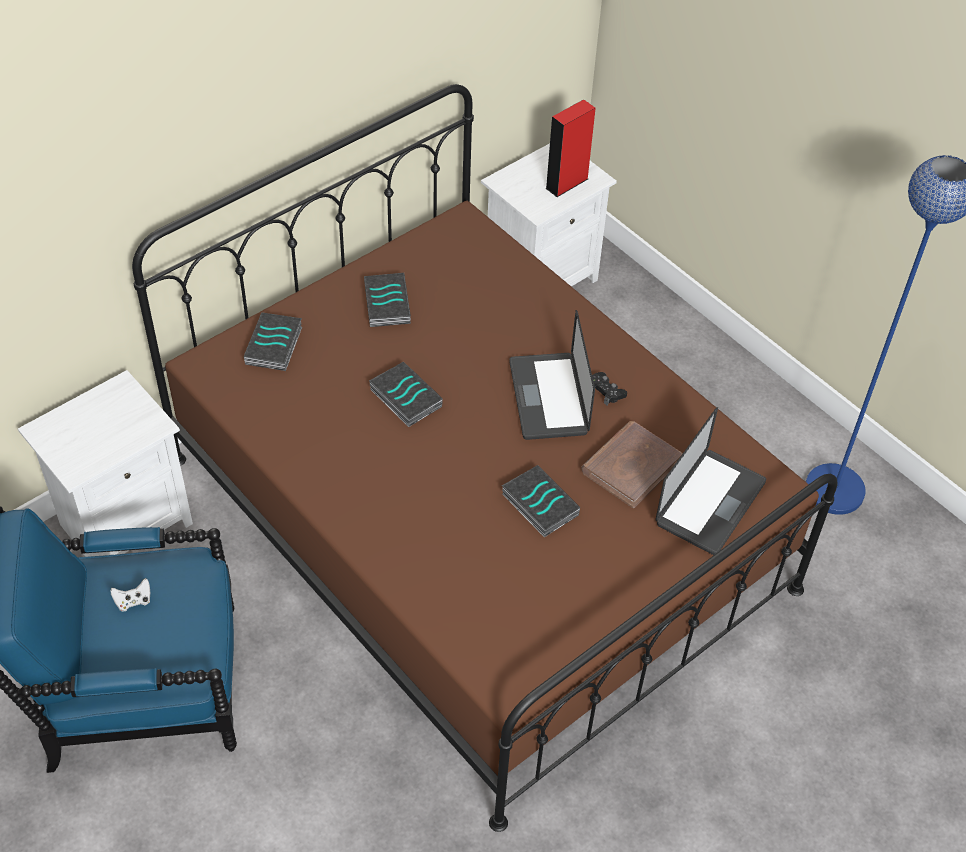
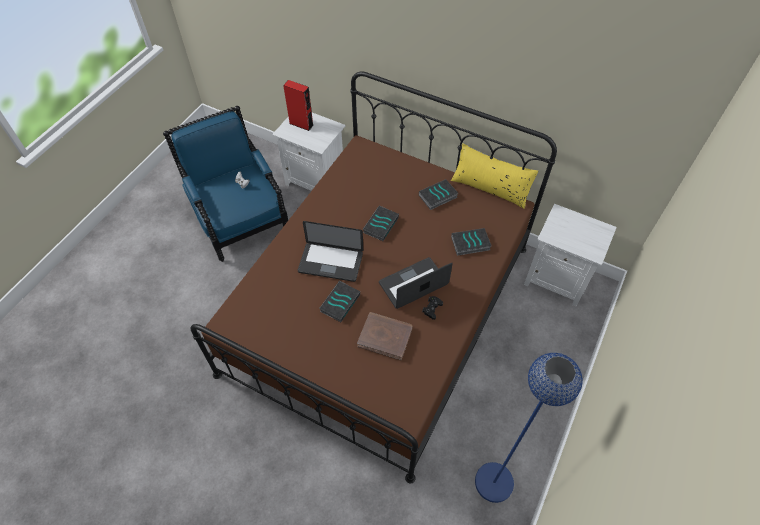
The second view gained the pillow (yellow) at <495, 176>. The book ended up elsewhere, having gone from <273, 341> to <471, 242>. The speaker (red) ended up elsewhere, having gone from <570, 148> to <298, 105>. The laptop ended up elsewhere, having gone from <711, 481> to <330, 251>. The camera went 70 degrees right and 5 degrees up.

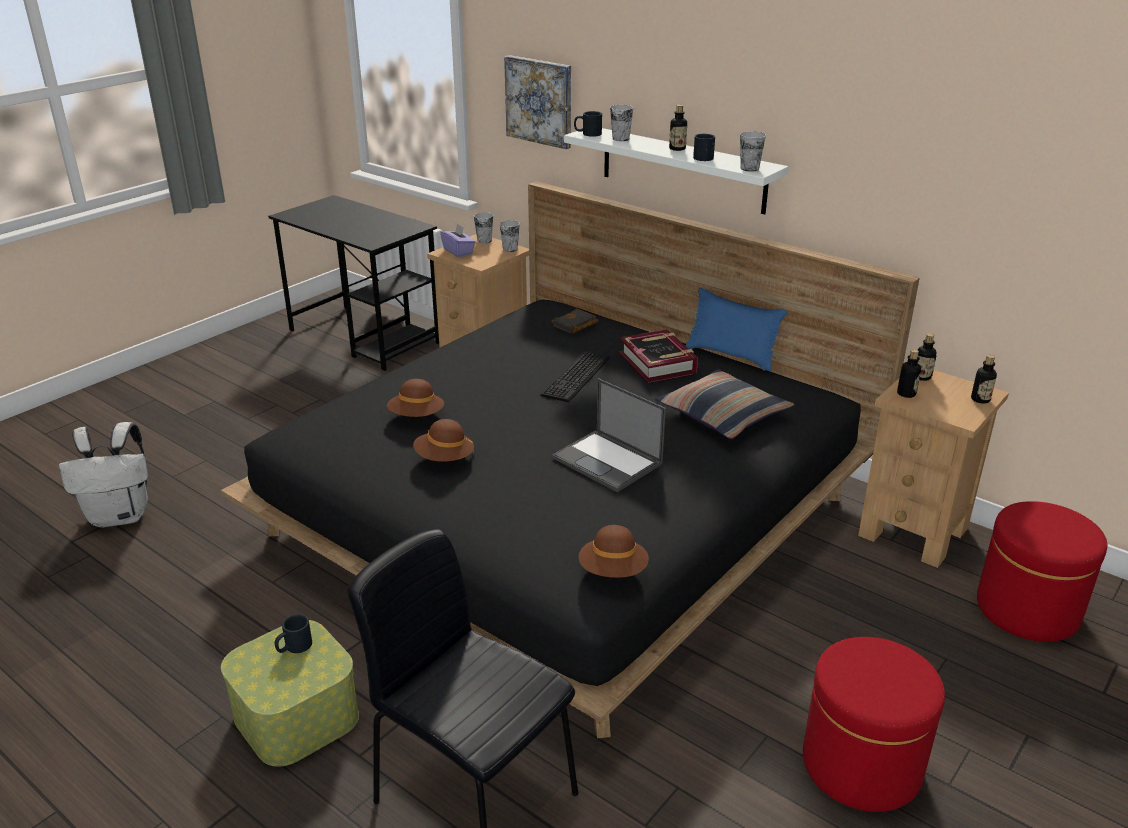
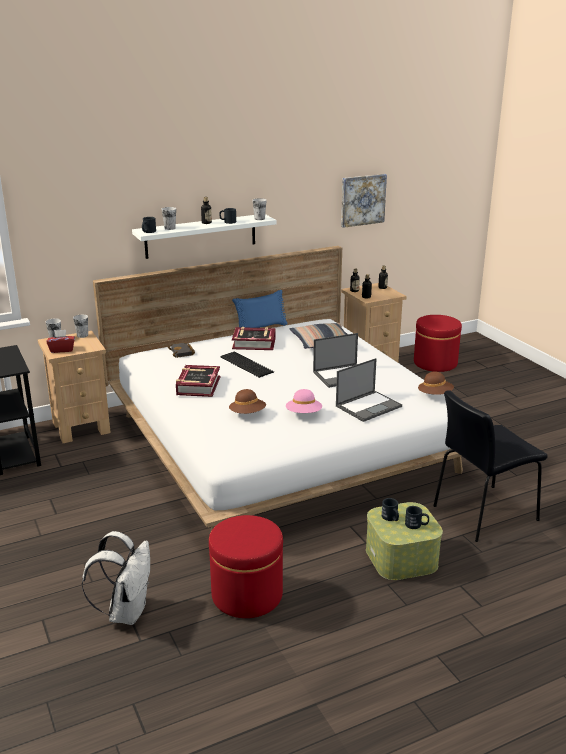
The second view gained the book at <198, 381>. The second view gained the laptop at <369, 390>. The second view gained the mug (black) at <417, 517>. The picture ended up elsewhere, having gone from <537, 102> to <364, 201>. The ottoman (red) ended up elsewhere, having gone from <874, 724> to <246, 566>. What was the bed (black) at <570, 459> turned into the bed (white) at <278, 388>. What was the hat (brown) at <443, 440> turned into the hat (pink) at <304, 401>. What was the tissue box (purple) at <457, 240> turned into the tissue box (red) at <60, 341>. The camera went 65 degrees left and 5 degrees down.

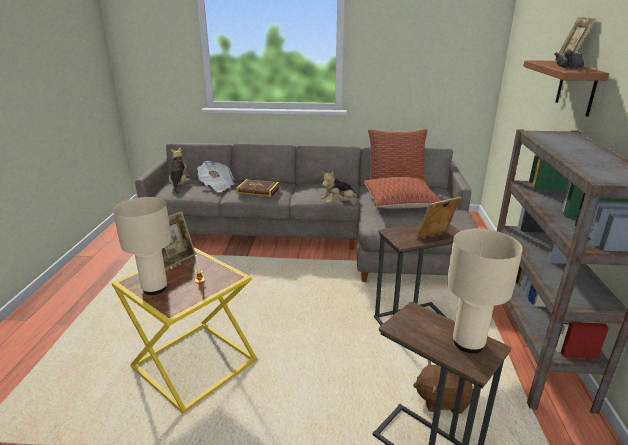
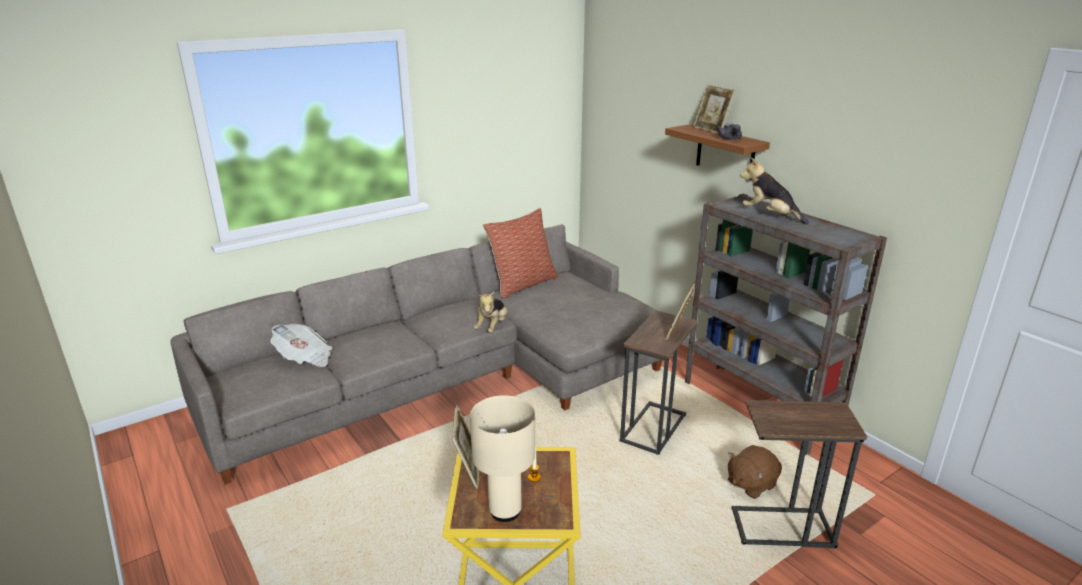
The second view lost the book at <258, 188>. The second view lost the pillow at <403, 192>. The second view lost the table lamp (beige) at <485, 291>. The plush toy ended up elsewhere, having gone from <179, 171> to <774, 191>. The camera went 40 degrees left and 0 degrees up.

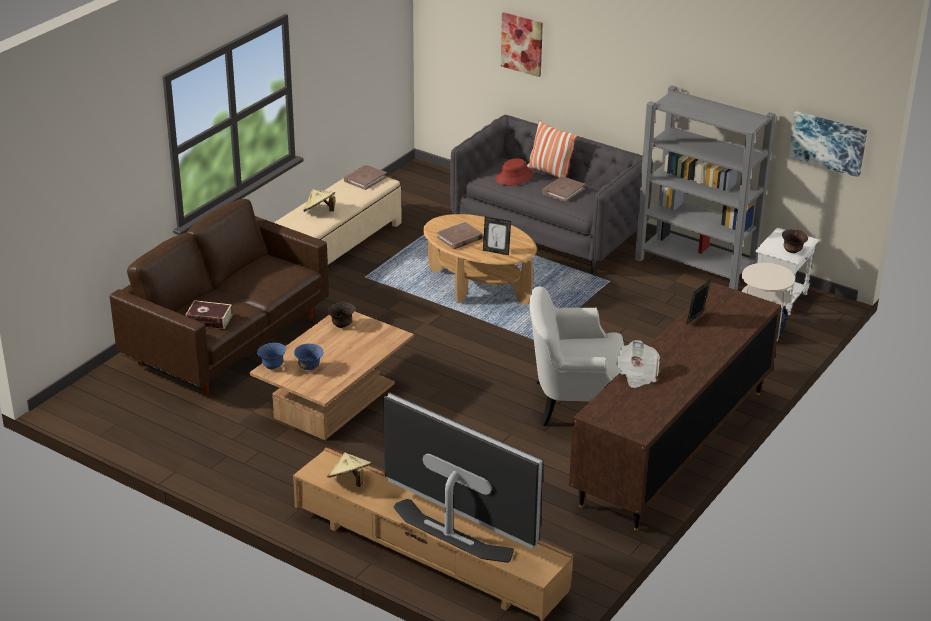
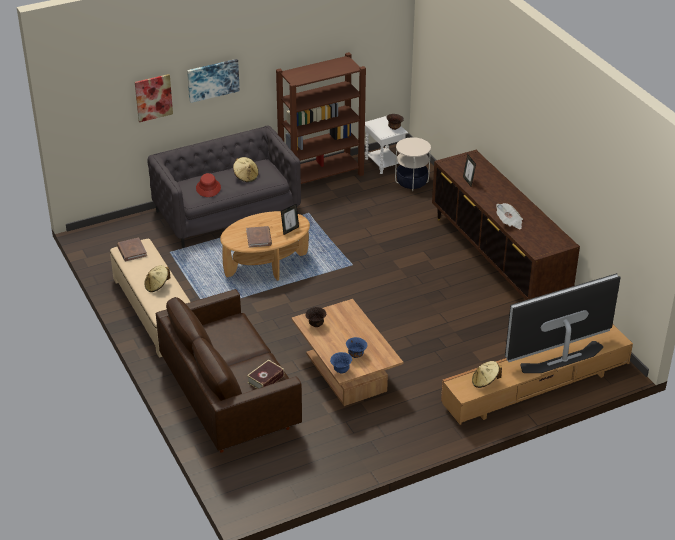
The second view lost the pillow at <552, 149>. The second view lost the armchair (white) at <576, 356>. The picture ended up elsewhere, having gone from <828, 144> to <213, 81>. Where the book (brown) stood at <563, 189>, the hat (beige) came to stand at <246, 169>. What was the bookcase (grey) at <705, 187> turned into the bookcase (brown) at <321, 118>. The camera went 60 degrees left and 5 degrees up.

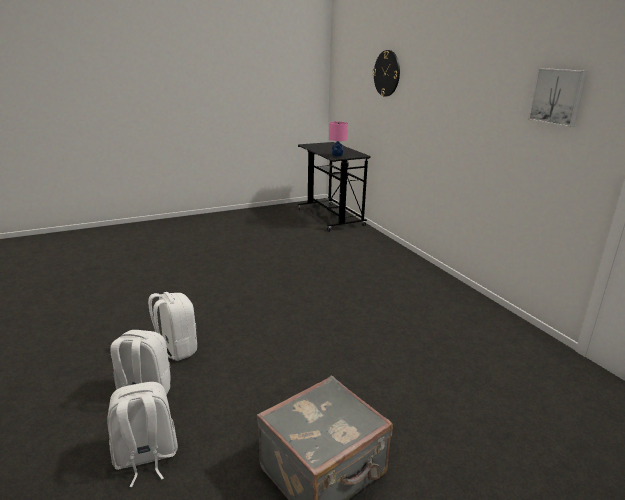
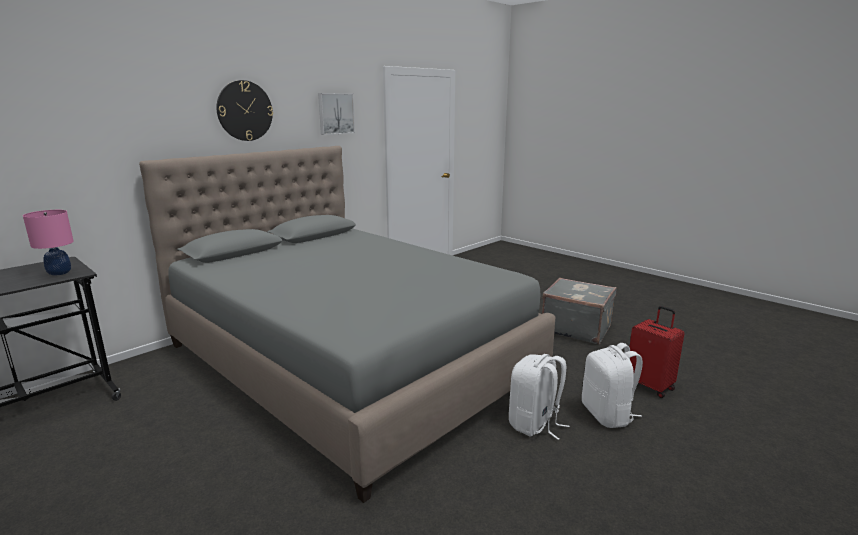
The second view gained the bed (grey) at <347, 324>. The wall clock ended up elsewhere, having gone from <386, 73> to <244, 110>. Where the backpack (white) stood at <142, 434>, the suitcase (red) came to stand at <656, 352>. The camera went 110 degrees left and 5 degrees down.

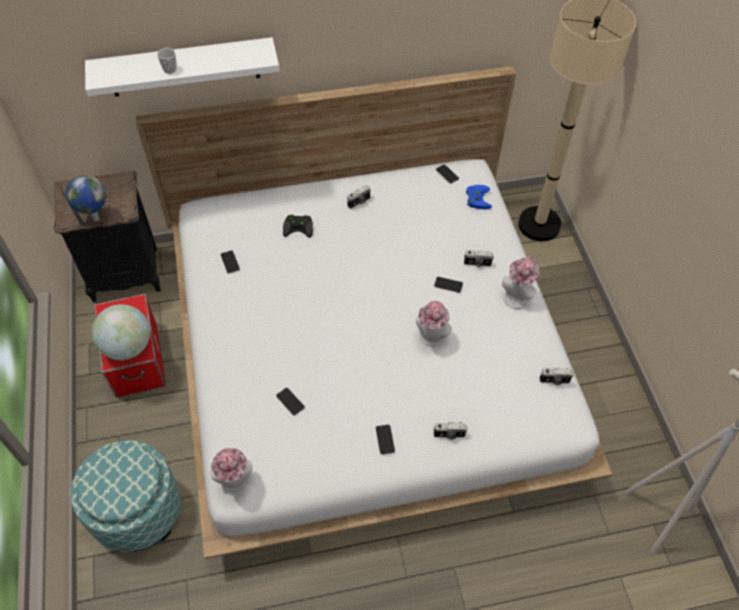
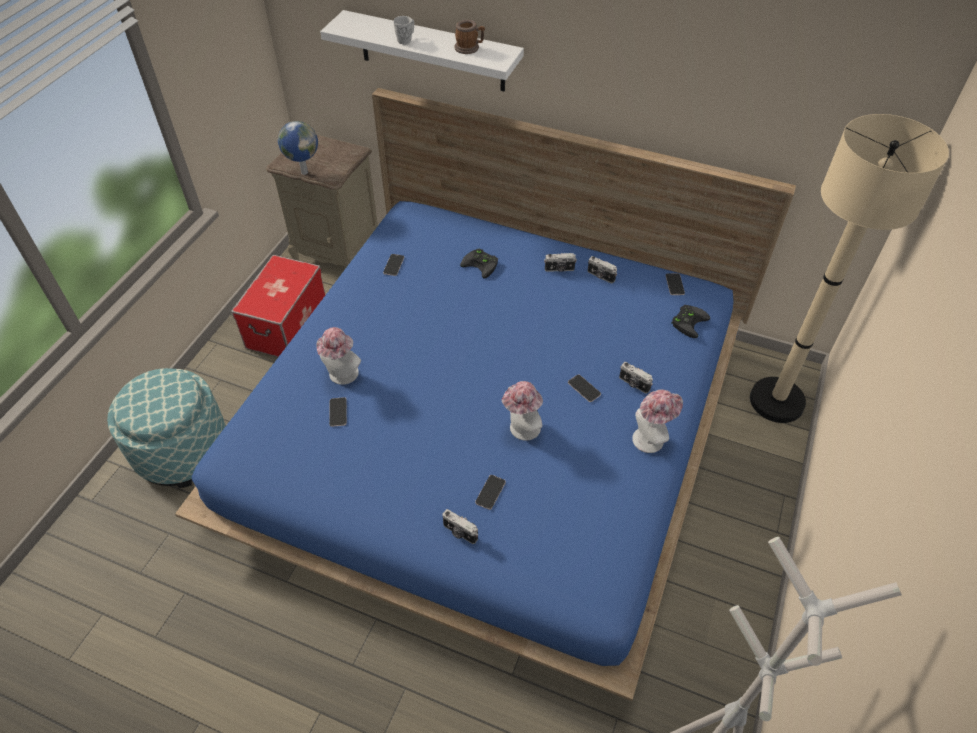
The second view lost the globe at <121, 332>. The second view gained the mug at <470, 37>. The hat ended up elsewhere, having gone from <231, 470> to <338, 356>. The phone ended up elsewhere, having gone from <385, 439> to <490, 492>. The photo camera ended up elsewhere, having gone from <557, 376> to <602, 270>. What was the nightstand (black) at <107, 236> turned into the nightstand (beige) at <322, 201>. What was the bed (white) at <374, 312> turned into the bed (blue) at <485, 394>. What was the game controller (blue) at <479, 197> turned into the game controller (black) at <690, 321>. The camera went 35 degrees right and 5 degrees down.

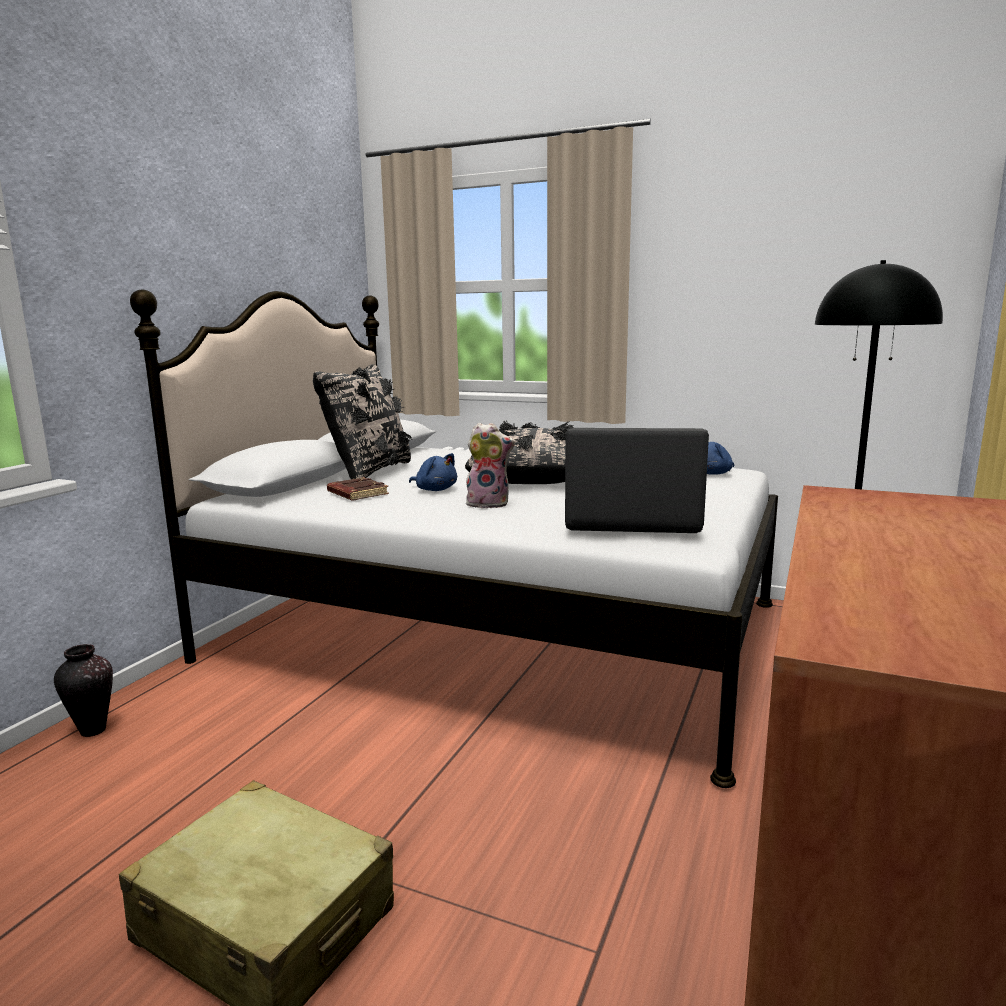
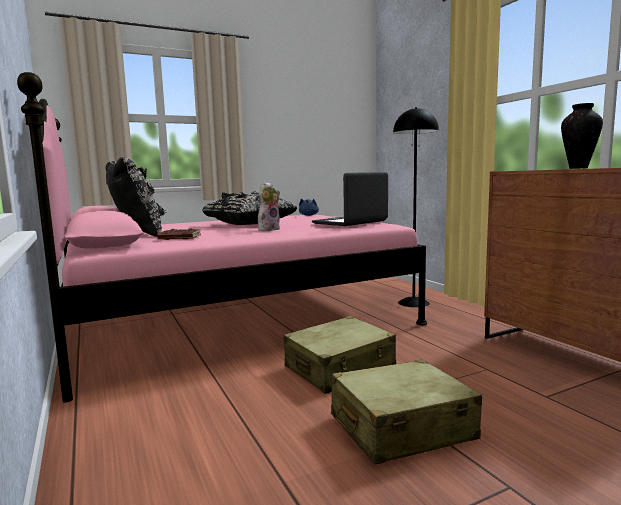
The second view lost the plush toy (blue) at <433, 472>. The second view gained the suitcase (beige) at <339, 355>. The vase ended up elsewhere, having gone from <83, 690> to <582, 136>. What was the bed (white) at <454, 539> turned into the bed (pink) at <222, 237>. The camera went 50 degrees left and 5 degrees down.

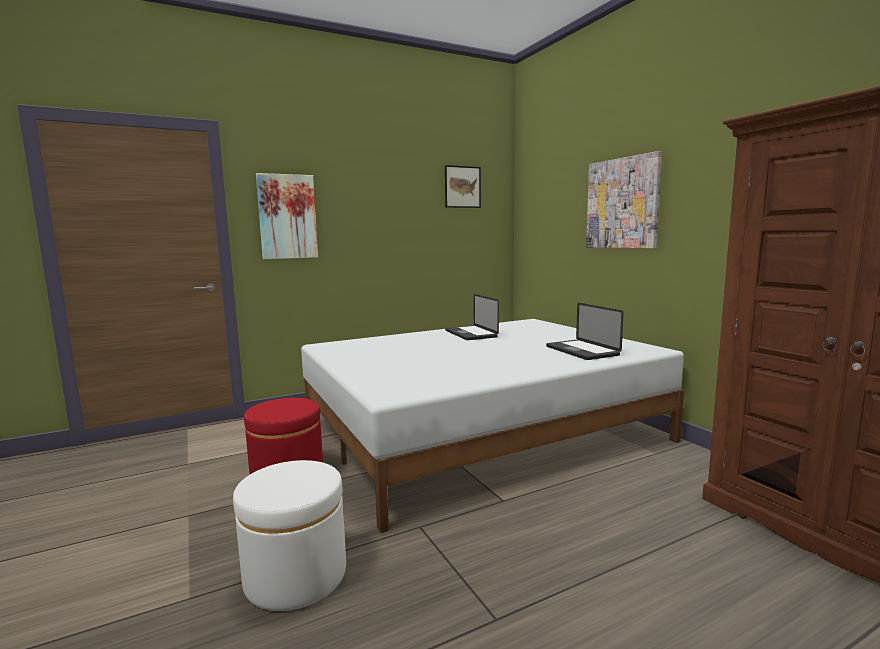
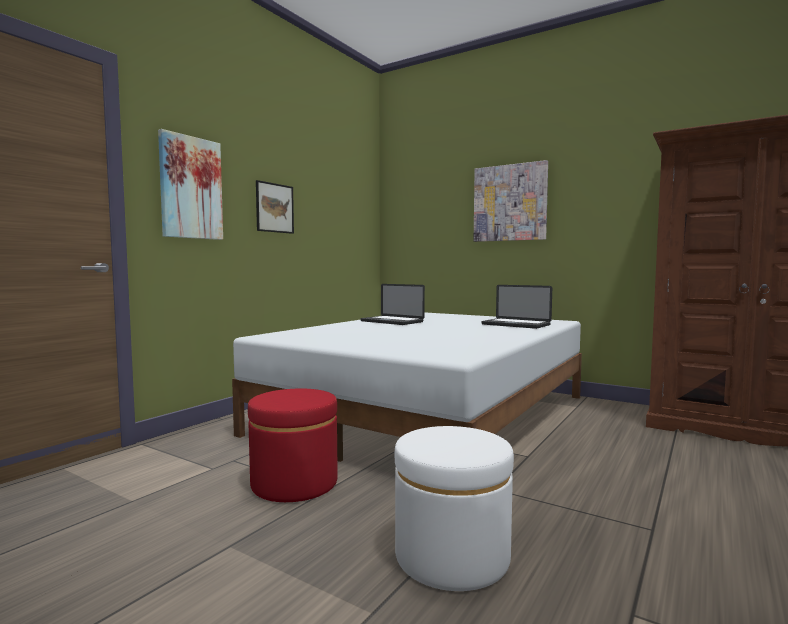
The picture ended up elsewhere, having gone from <463, 186> to <275, 207>. The camera went 30 degrees left and 5 degrees down.

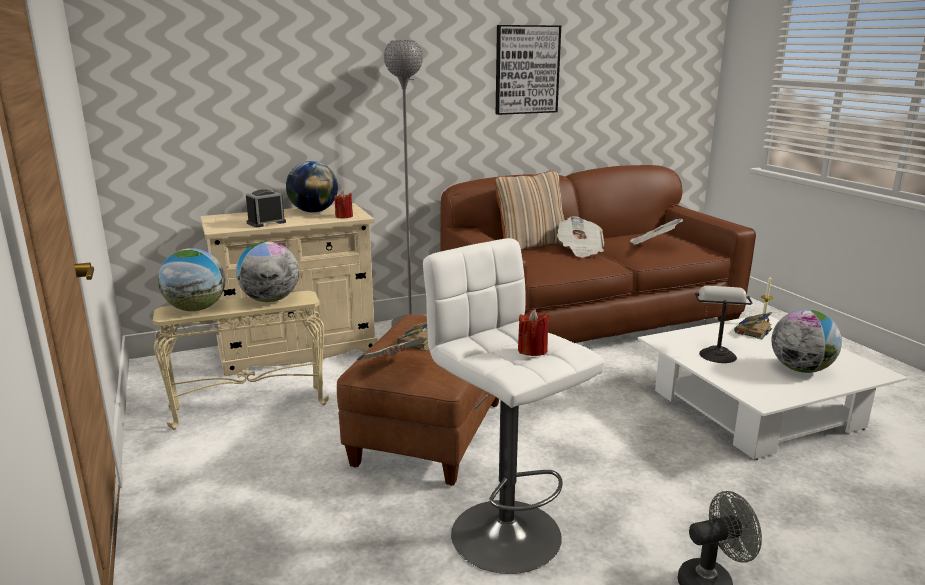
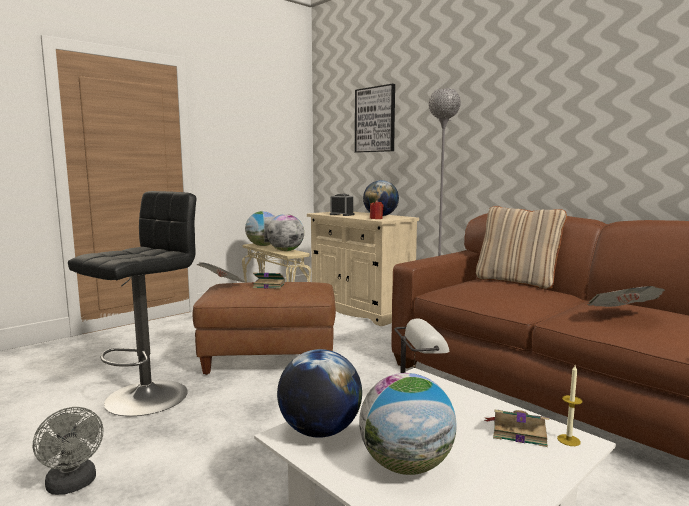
The second view lost the candle (red) at <533, 332>. The second view lost the newspaper at <580, 237>. The second view gained the globe at <319, 393>. The picture ended up elsewhere, having gone from <528, 70> to <375, 118>. What was the stool (white) at <514, 406> turned into the stool (black) at <132, 303>. The camera went 70 degrees right and 10 degrees down.

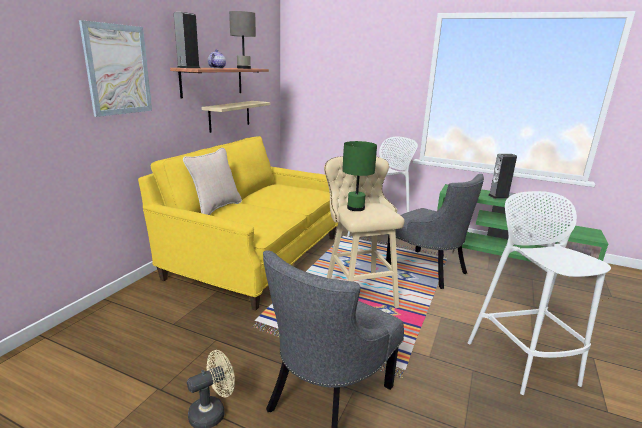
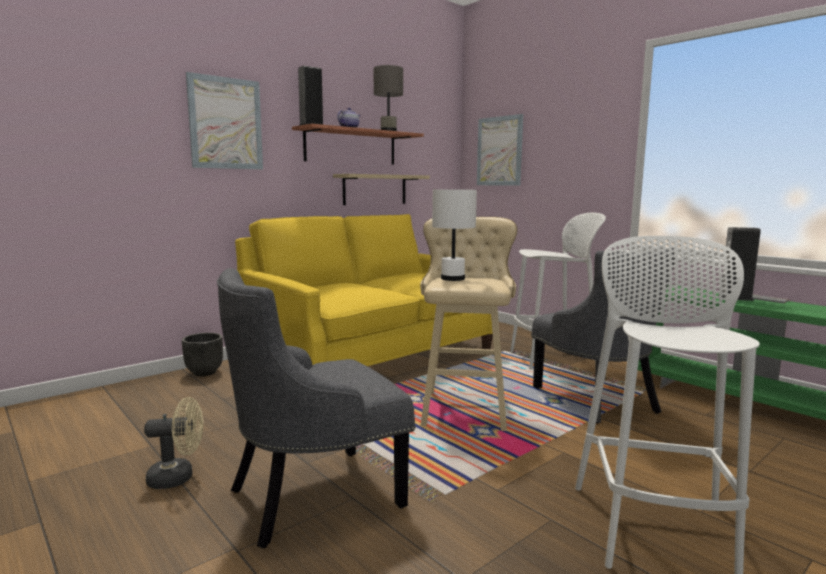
The second view lost the pillow (beige) at <212, 181>. The second view gained the planter (black) at <202, 354>. The second view gained the picture at <500, 150>. What was the table lamp (green) at <360, 176> turned into the table lamp (white) at <454, 235>. The camera went 25 degrees right and 10 degrees down.

